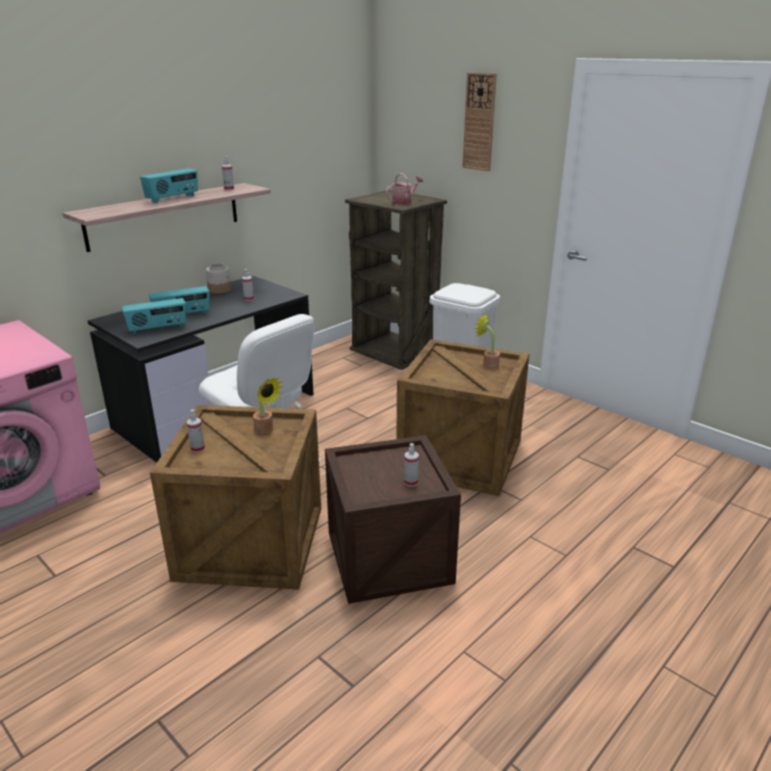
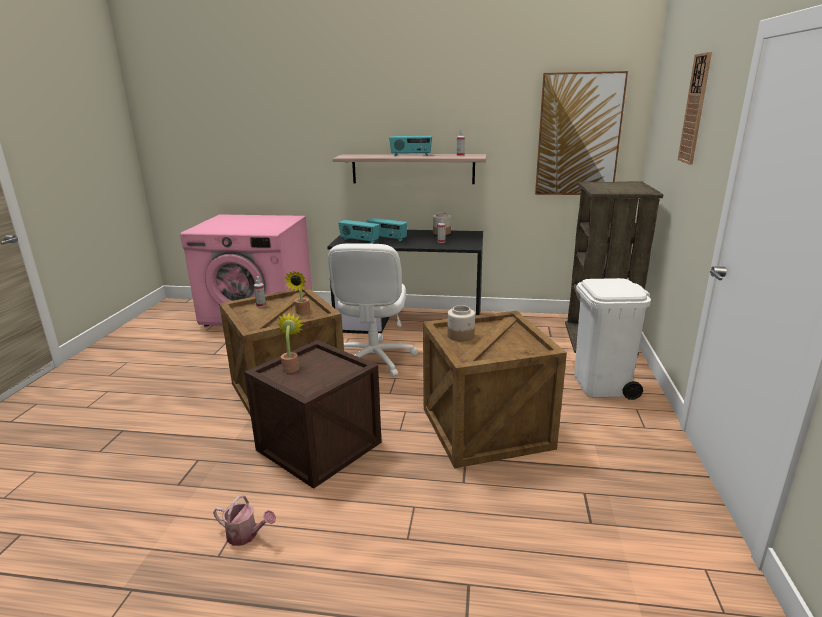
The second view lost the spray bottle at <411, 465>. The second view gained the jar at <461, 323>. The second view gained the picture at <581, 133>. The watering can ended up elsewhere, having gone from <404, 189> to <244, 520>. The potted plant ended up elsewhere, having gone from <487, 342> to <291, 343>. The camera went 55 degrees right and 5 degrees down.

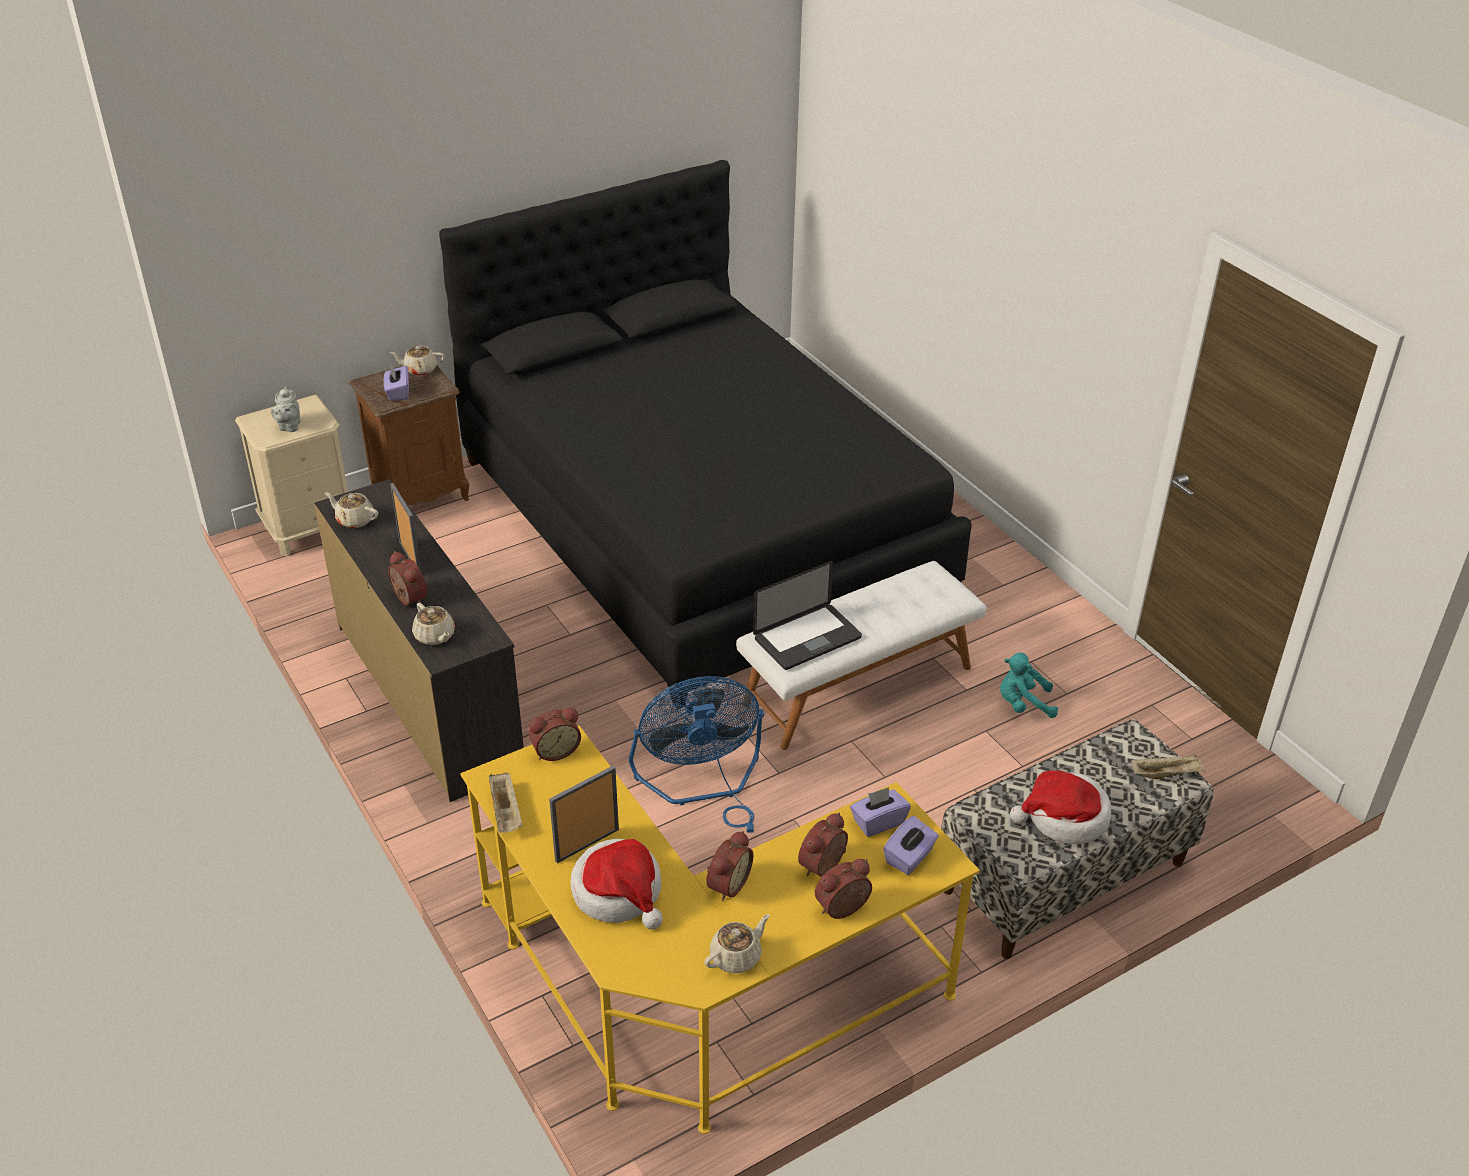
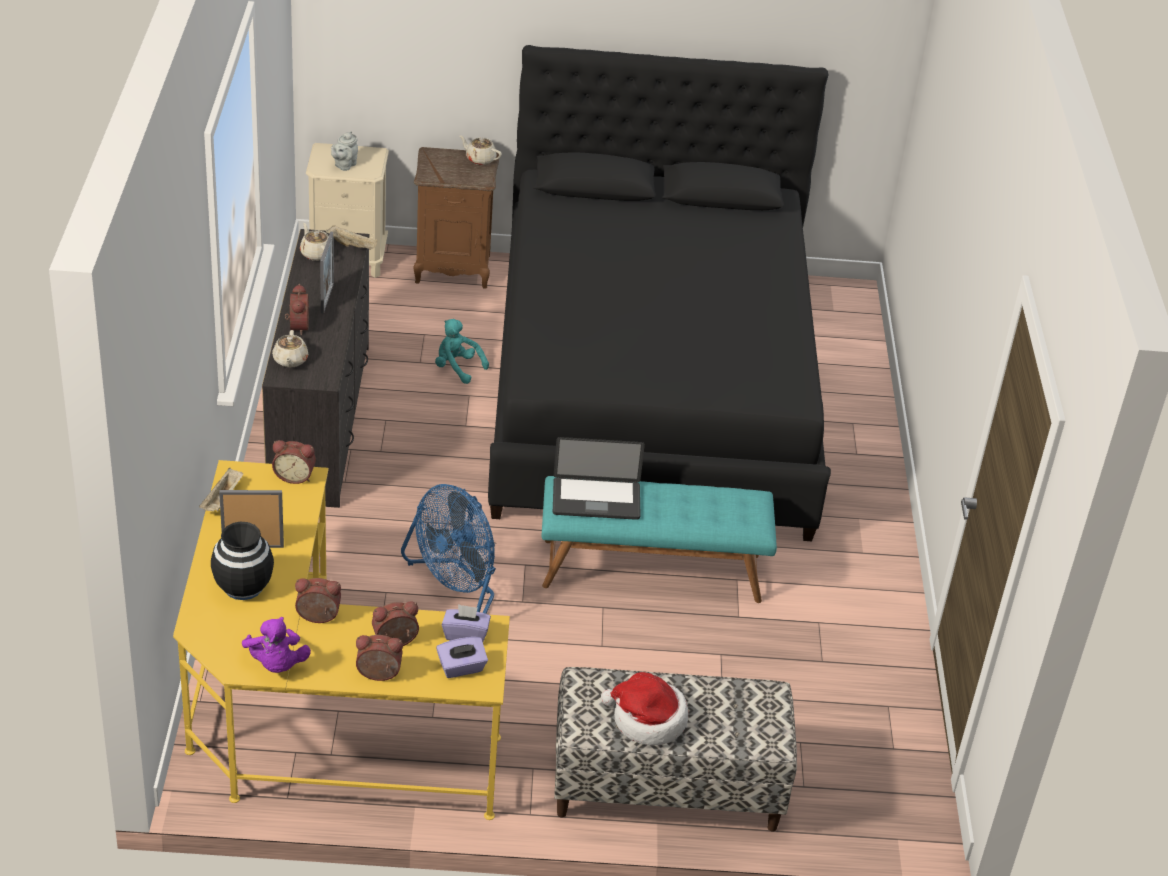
The second view lost the tissue box (purple) at <396, 382>. The plush toy (turquoise) ended up elsewhere, having gone from <1029, 685> to <462, 351>. The tray (beige) ended up elsewhere, having gone from <1168, 766> to <352, 237>. Where the hat stood at <616, 884>, the vase (black) came to stand at <242, 561>. Where the teapot (beige) stood at <737, 943>, the plush toy (purple) came to stand at <276, 645>. What was the bench (white) at <861, 655> turned into the bench (turquoise) at <659, 539>. The fan (blue) at <696, 754> ended up facing another way, 150 degrees counterclockwise from before. The alarm clock at <729, 866> ended up facing another way, 150 degrees counterclockwise from before. The camera went 30 degrees right and 0 degrees up.

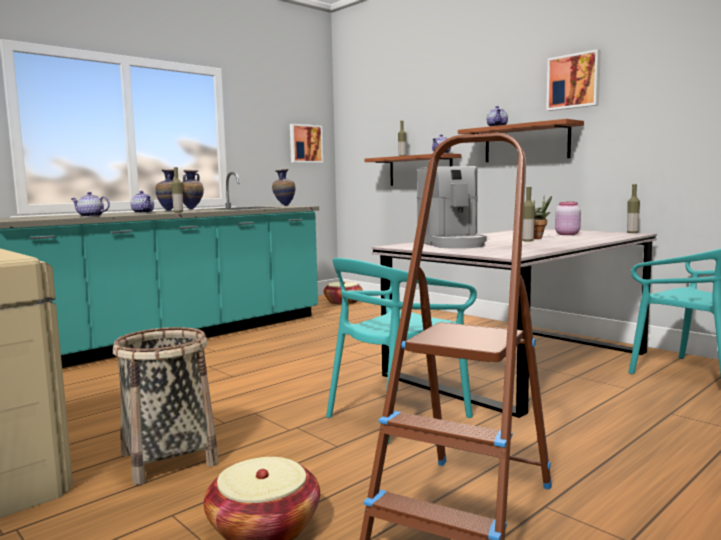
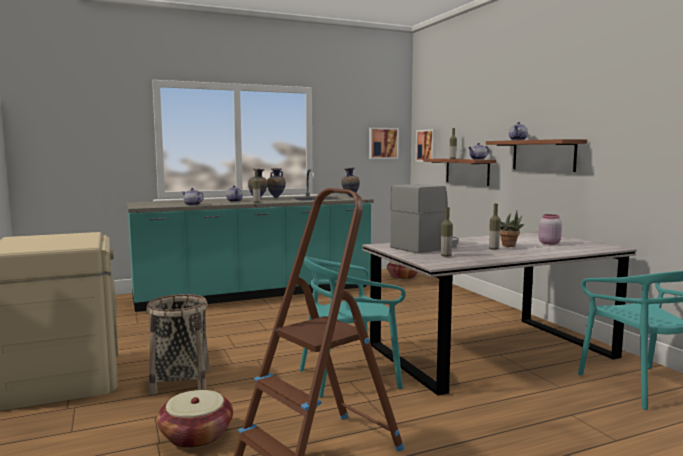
The picture ended up elsewhere, having gone from <573, 80> to <426, 145>. The bottle ended up elsewhere, having gone from <633, 208> to <447, 232>. The coffee machine at <452, 207> ended up facing another way, 135 degrees counterclockwise from before. The camera went 20 degrees right and 0 degrees up.

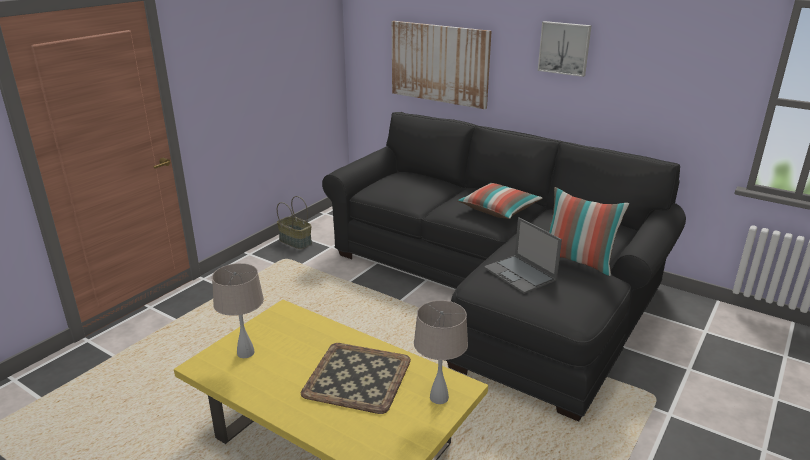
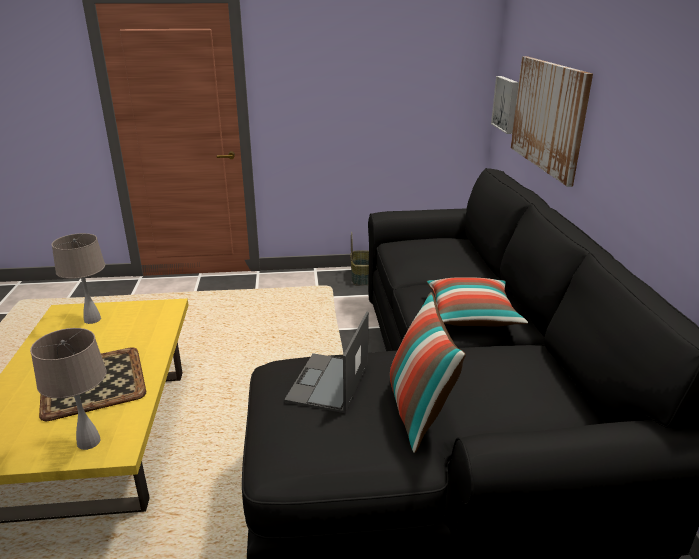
The picture ended up elsewhere, having gone from <565, 49> to <505, 105>. The camera went 50 degrees right and 0 degrees up.

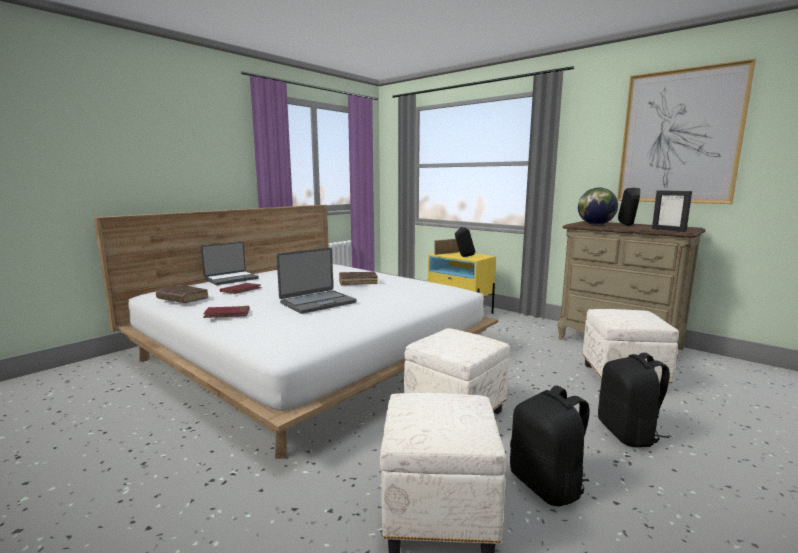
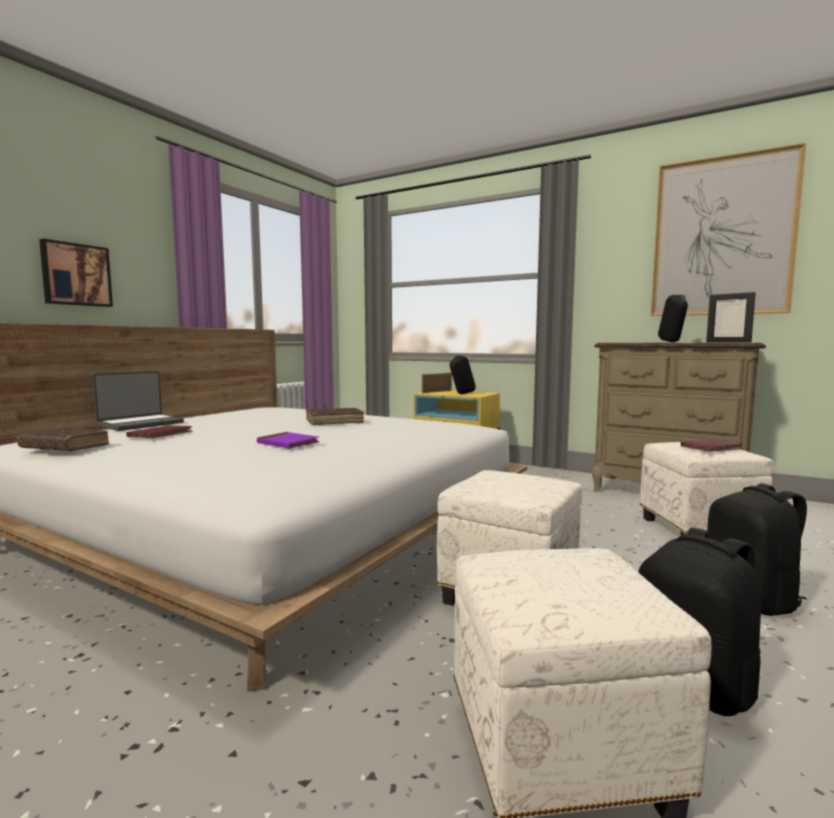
The second view lost the globe at <598, 206>. The second view gained the picture at <76, 273>. The book (red) ended up elsewhere, having gone from <226, 312> to <712, 445>. Where the laptop stood at <316, 281>, the book (purple) came to stand at <288, 440>. The camera went 10 degrees left and 5 degrees down.

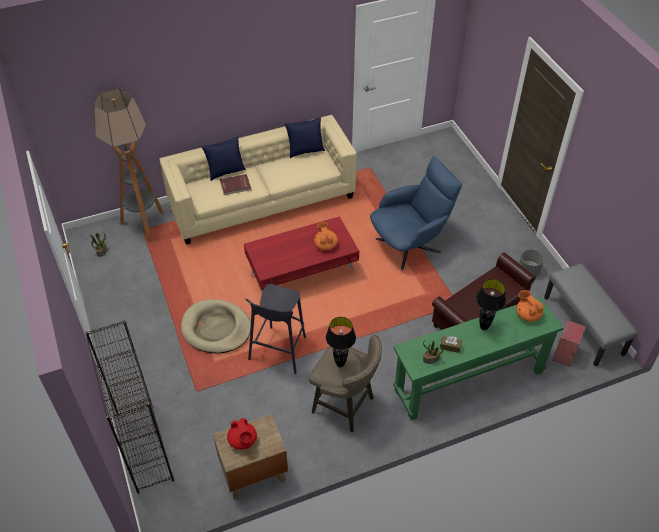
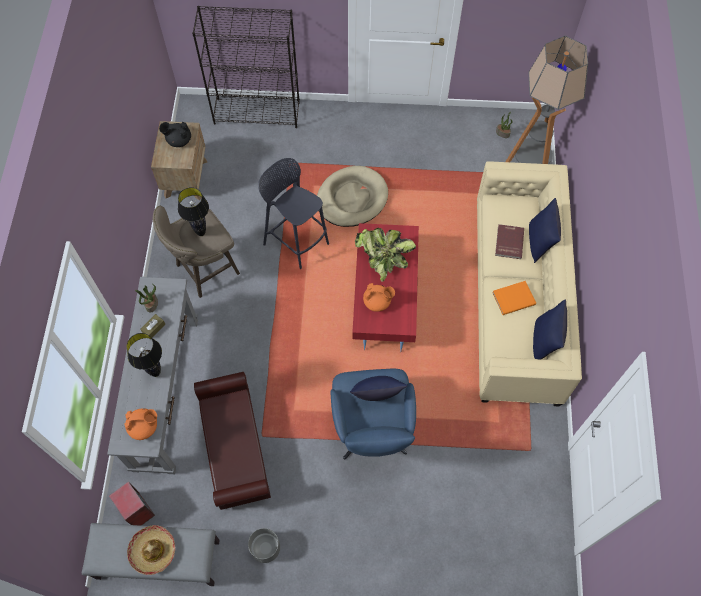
The second view gained the hat at <151, 550>. The second view gained the pillow (blue) at <378, 388>. The second view gained the potted plant at <385, 255>. The second view gained the book (orange) at <514, 298>. What was the teapot (red) at <242, 434> turned into the teapot (black) at <175, 134>. What was the console table (green) at <478, 358> turned into the console table (grey) at <152, 375>. The camera went 115 degrees right and 15 degrees up.

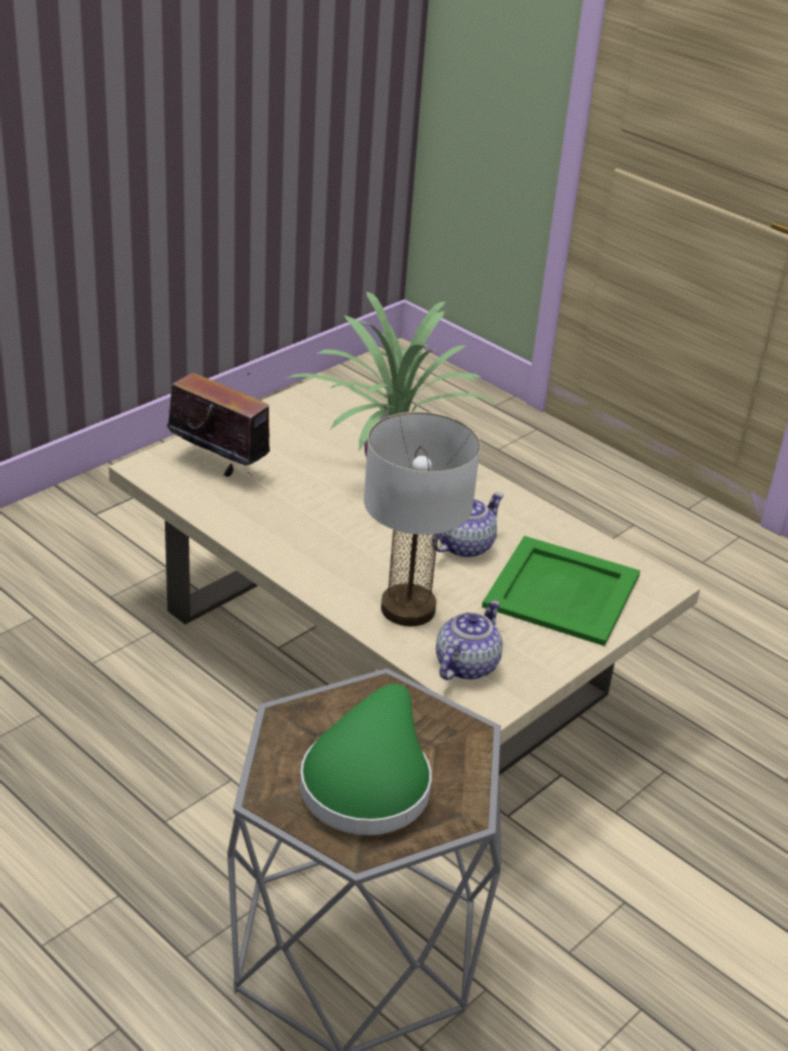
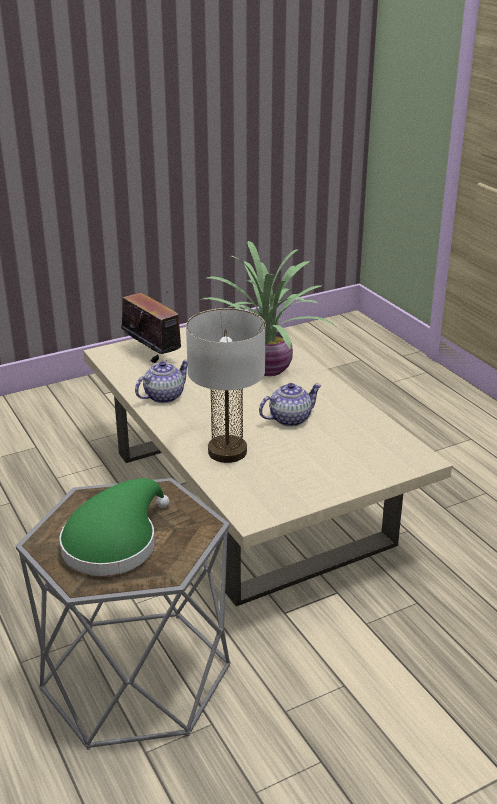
The second view lost the tray (green) at <561, 591>. The teapot ended up elsewhere, having gone from <469, 640> to <161, 381>. The camera went 20 degrees right and 5 degrees down.

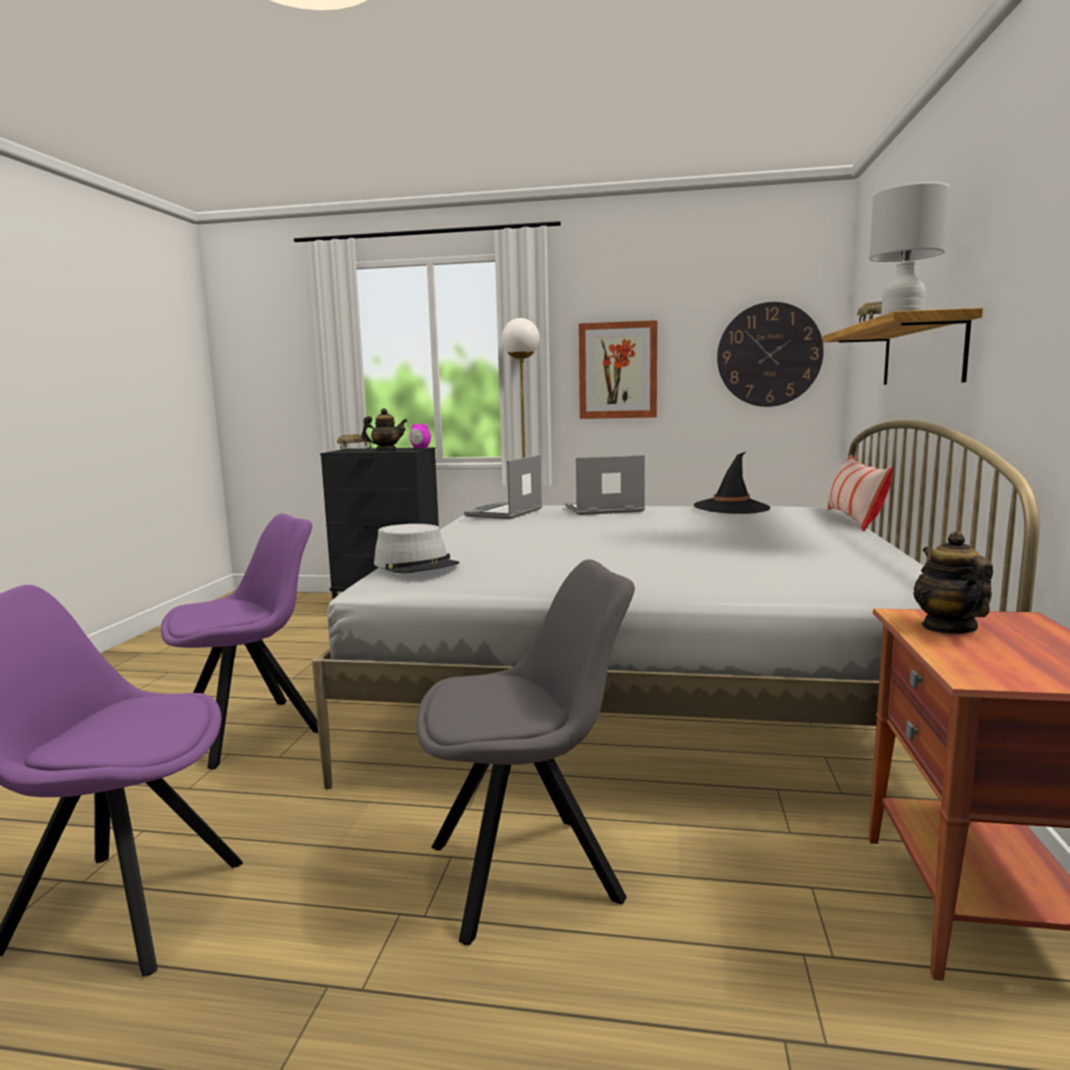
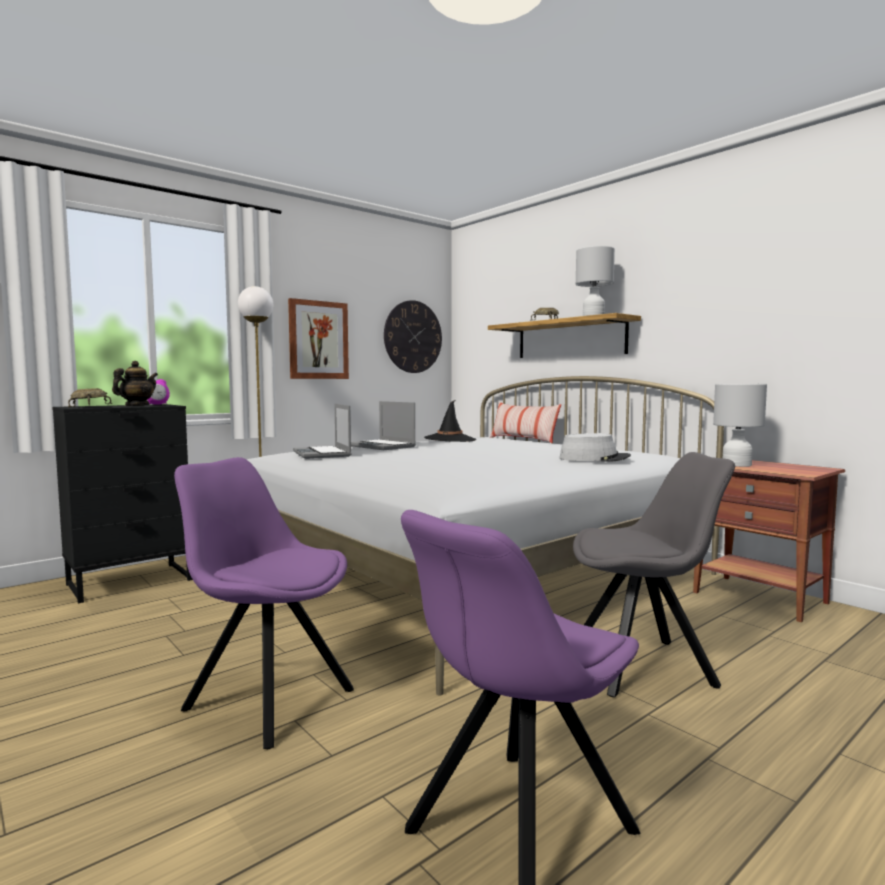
The hat (grey) ended up elsewhere, having gone from <416, 549> to <595, 447>. Where the teapot stood at <953, 582>, the table lamp (grey) came to stand at <740, 425>. The chair (purple) at <239, 642> ended up facing another way, 60 degrees counterclockwise from before. The chair (grey) at <526, 752> ended up facing another way, 60 degrees clockwise from before. The laptop at <605, 485> ended up facing another way, 75 degrees counterclockwise from before. The camera went 50 degrees left and 5 degrees down.

